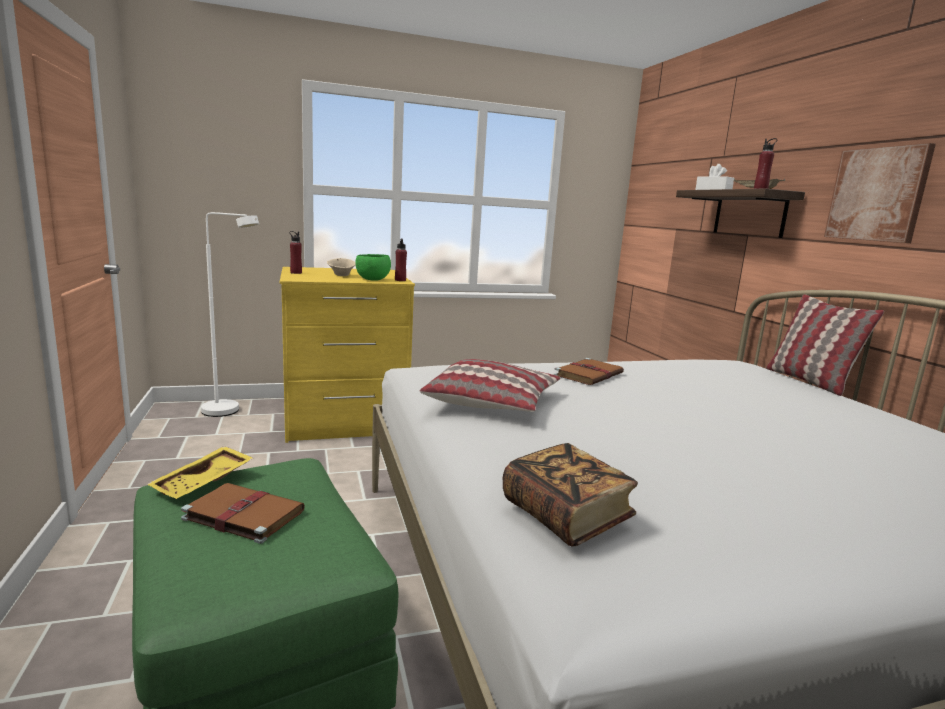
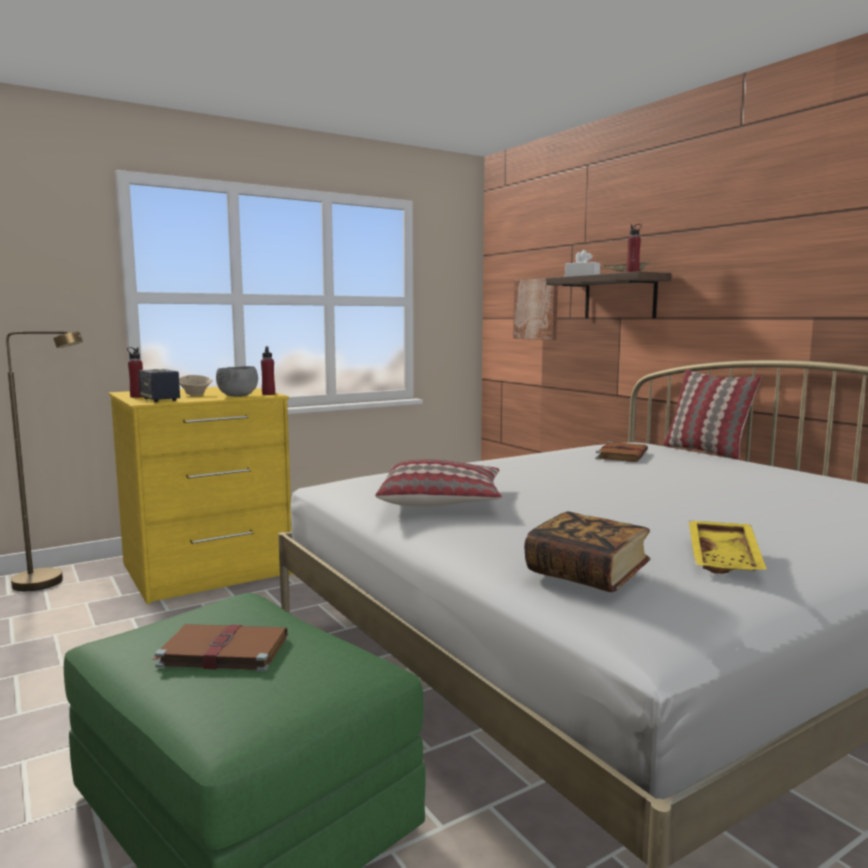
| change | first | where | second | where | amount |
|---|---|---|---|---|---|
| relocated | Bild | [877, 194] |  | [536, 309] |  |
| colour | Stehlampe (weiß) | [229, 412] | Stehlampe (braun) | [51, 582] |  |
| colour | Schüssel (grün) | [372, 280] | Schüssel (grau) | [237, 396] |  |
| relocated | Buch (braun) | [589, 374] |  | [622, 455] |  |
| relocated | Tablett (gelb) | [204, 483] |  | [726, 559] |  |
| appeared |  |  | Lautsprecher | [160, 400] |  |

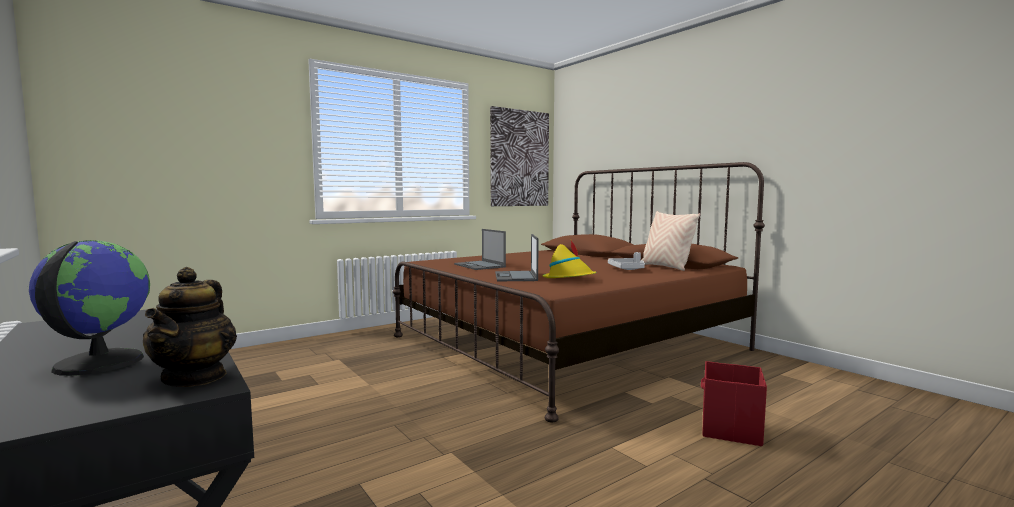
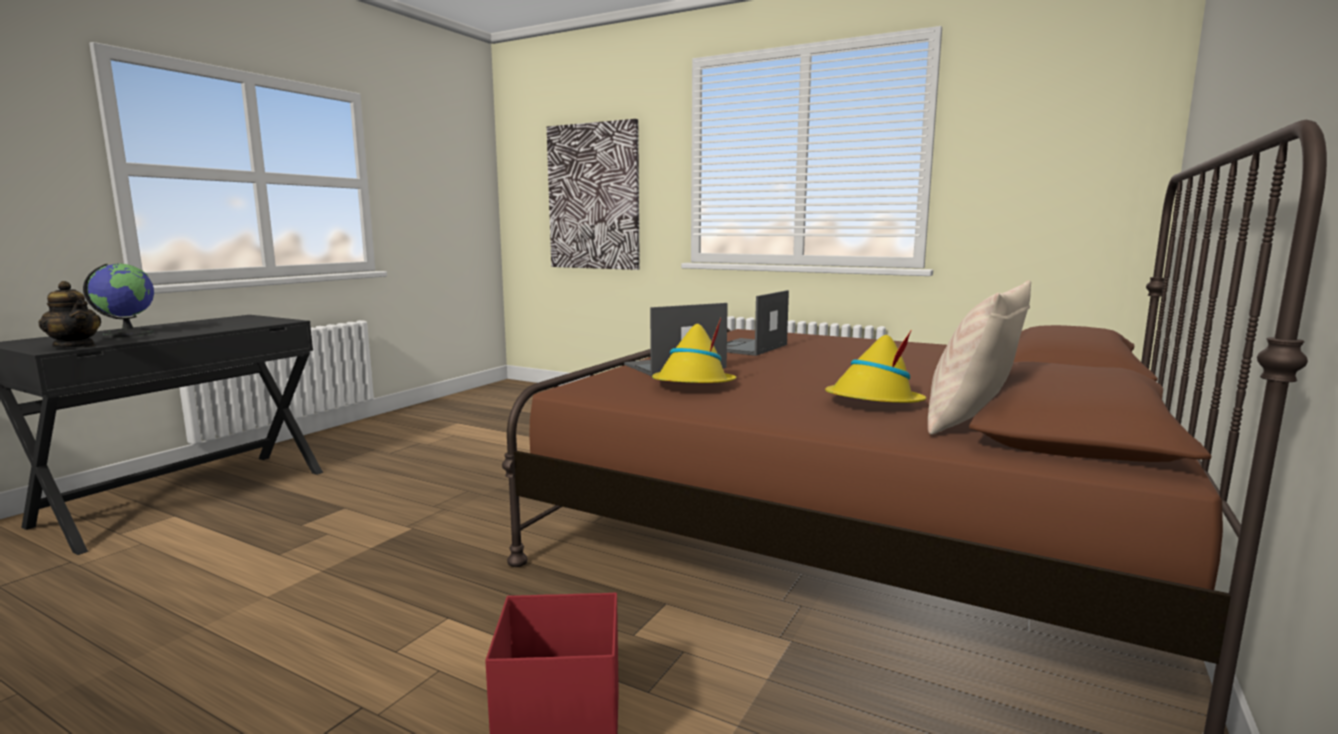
| change | first | where | second | where | amount |
|---|---|---|---|---|---|
| relocated | Bild | [519, 158] |  | [594, 197] |  |
| exchanged | Tablett (grau) | [627, 269] | Hut (gelb) | [873, 402] |  |
| spun | Teekanne | [195, 377] |  | [75, 346] | 120 degrees counterclockwise |

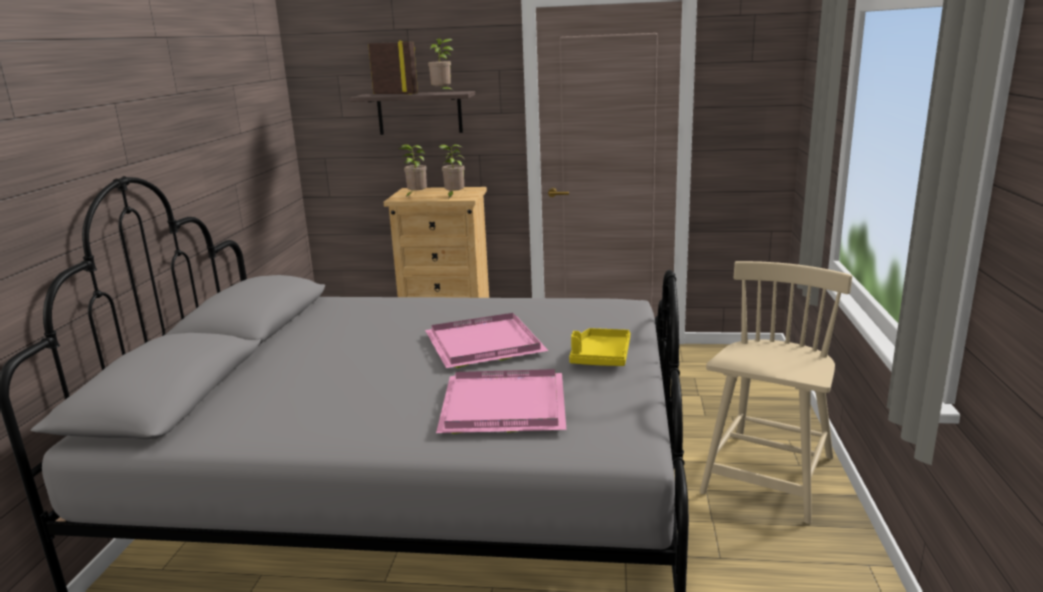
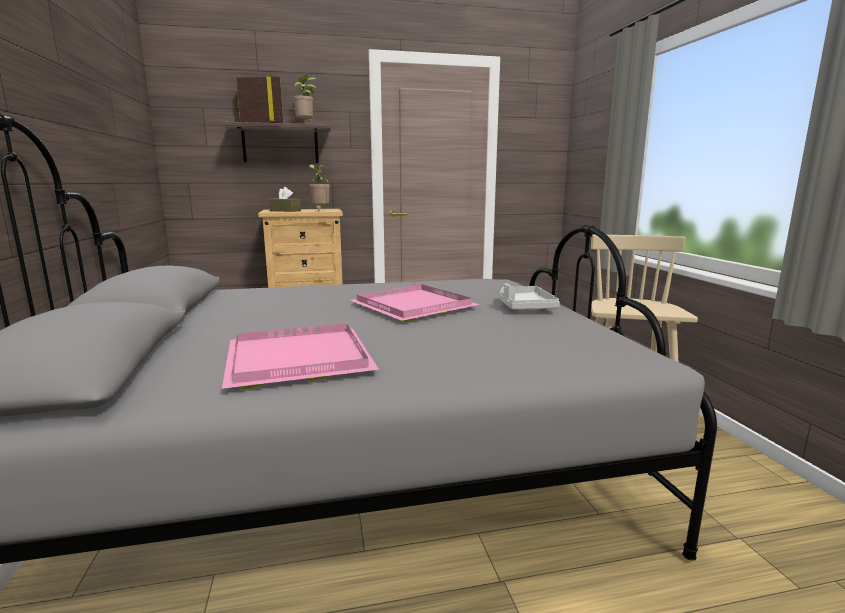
| change | first | where | second | where | amount |
|---|---|---|---|---|---|
| exchanged | Topfpflanze | [416, 196] | Taschentuchbox (braun) | [285, 211] |  |
| colour | Tablett (gelb) | [600, 357] | Tablett (grau) | [524, 307] |  |
| relocated | Tablett (rosa) | [506, 405] |  | [301, 358] |  |

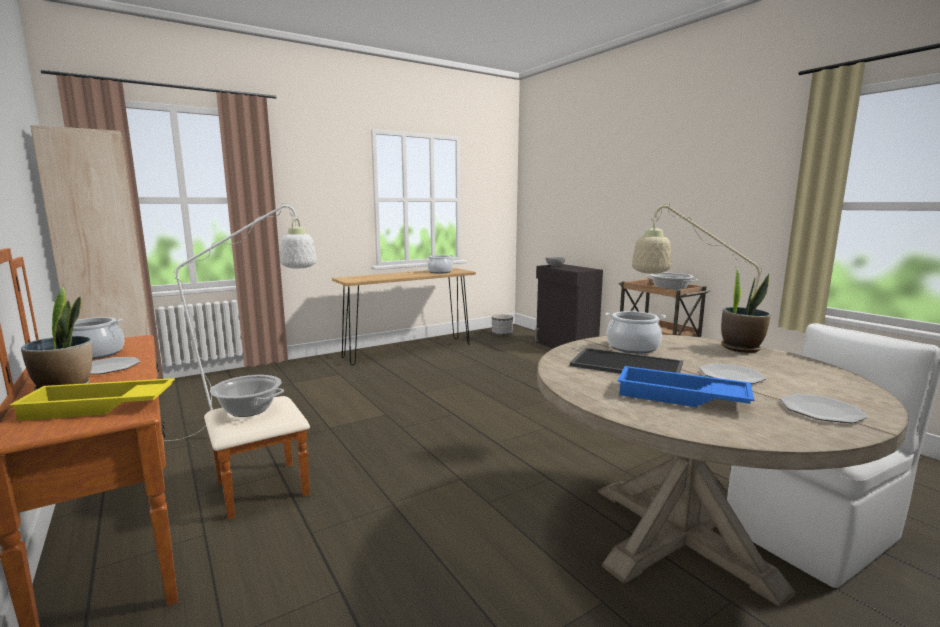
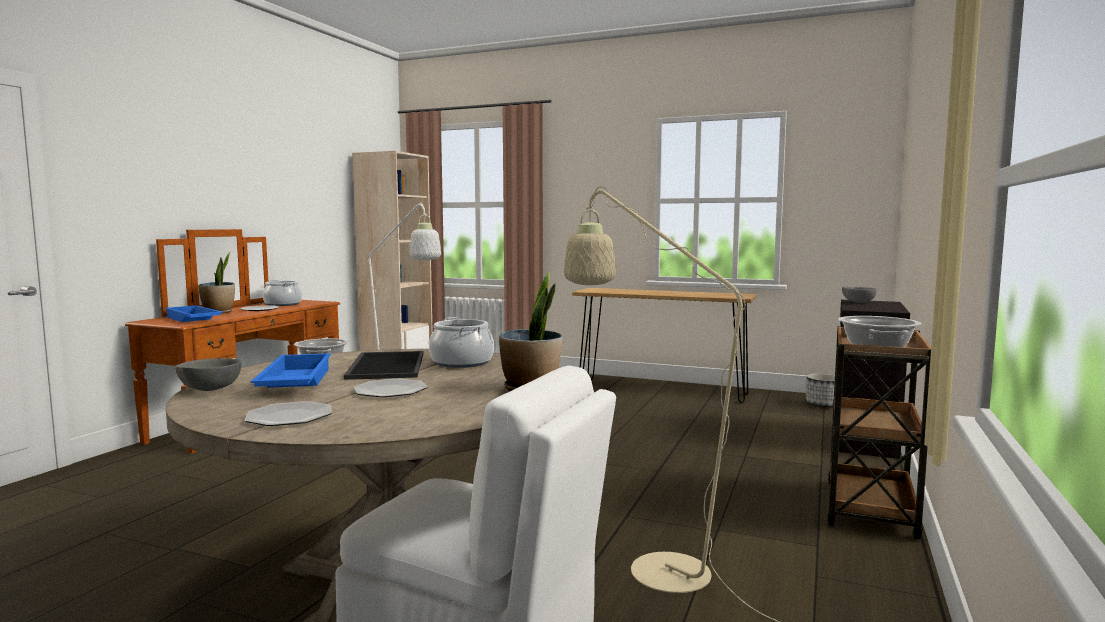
| change | first | where | second | where | amount |
|---|---|---|---|---|---|
| missing | Kochtopf | [440, 272] |  |  |  |
| colour | Tablett (gelb) | [97, 407] | Tablett (blau) | [192, 319] |  |
| appeared |  |  | Schüssel (grau) | [208, 390] |  |

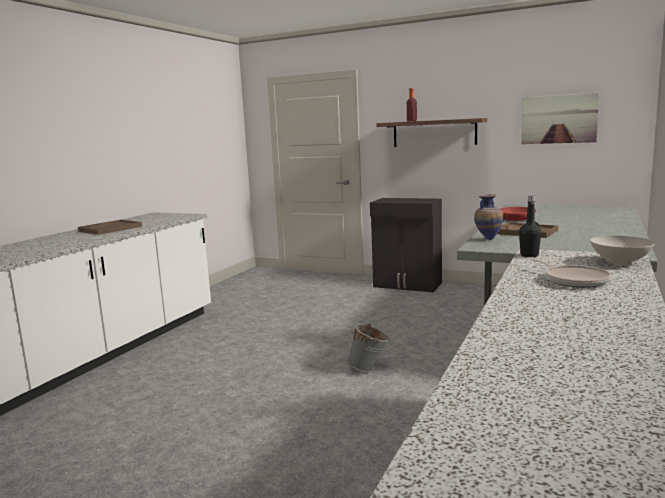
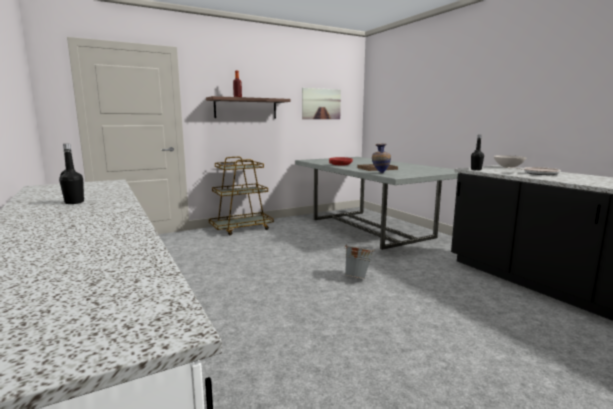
| change | first | where | second | where | amount |
|---|---|---|---|---|---|
| exchanged | Schrank (schwarz) | [407, 285] | Rollwagen (braun) | [241, 228] |  |
| exchanged | Tablett (braun) | [110, 229] | Flasche (schwarz) | [74, 202] |  |

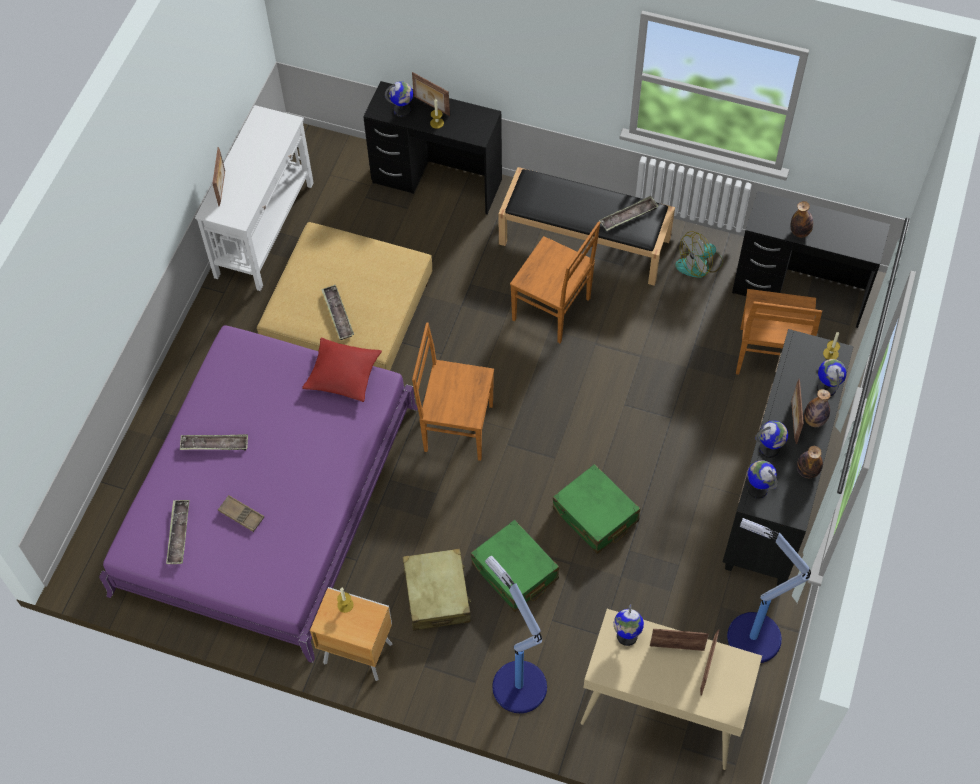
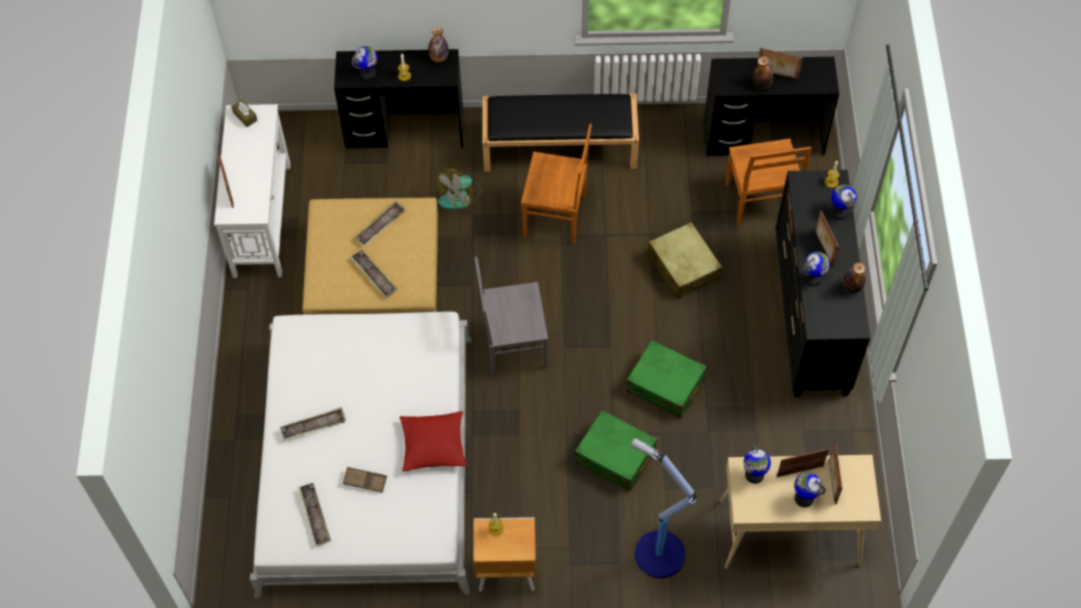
| change | first | where | second | where | amount |
|---|---|---|---|---|---|
| relocated | Bilderrahmen | [431, 106] |  | [777, 75] |  |
| relocated | Tablett | [628, 216] |  | [381, 226] |  |
| relocated | Ventilator | [699, 264] |  | [460, 196] |  |
| colour | Stuhl (braun) | [456, 427] | Stuhl (grau) | [512, 346] |  |
| colour | Bett (lila) | [267, 498] | Bett (weiß) | [367, 462] |  |
| relocated | Kissen (rot) | [343, 374] |  | [433, 445] |  |
| relocated | Flasche | [814, 420] |  | [439, 58] |  |
| relocated | Globus | [757, 489] |  | [804, 498] |  |
| missing | Stehlampe | [751, 637] |  |  |  |
| relocated | Koffer (beige) | [437, 594] |  | [683, 266] |  |
| appeared |  |  | Taschentuchbox (braun) | [245, 116] |  |

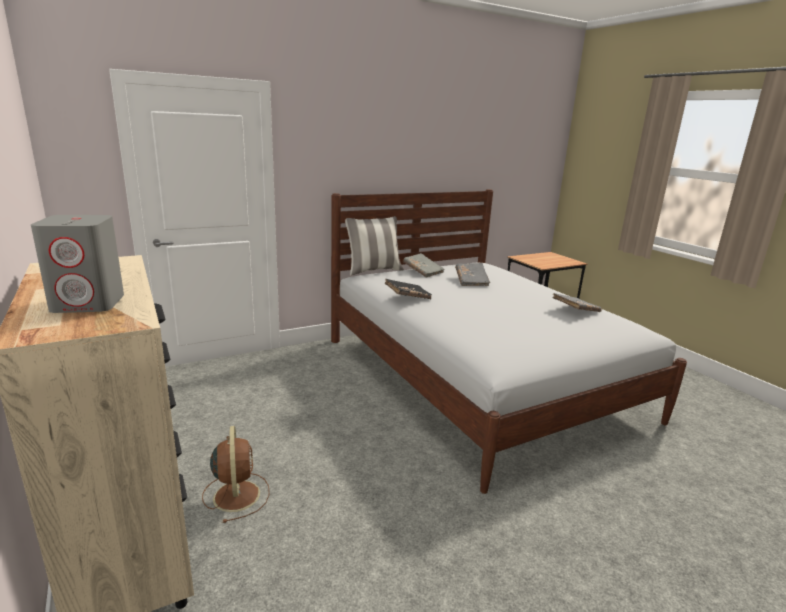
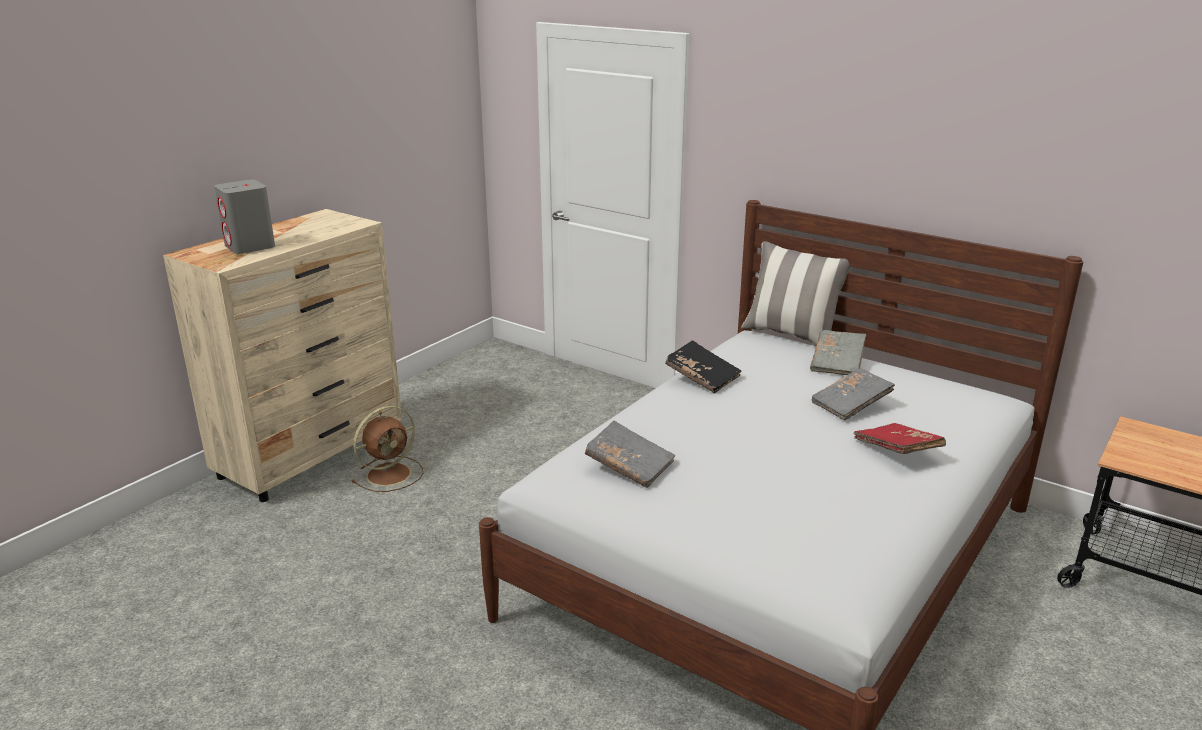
| change | first | where | second | where | amount |
|---|---|---|---|---|---|
| relocated | Buch (grau) | [575, 310] |  | [629, 466] |  |
| appeared |  |  | Buch (rot) | [897, 450] |  |

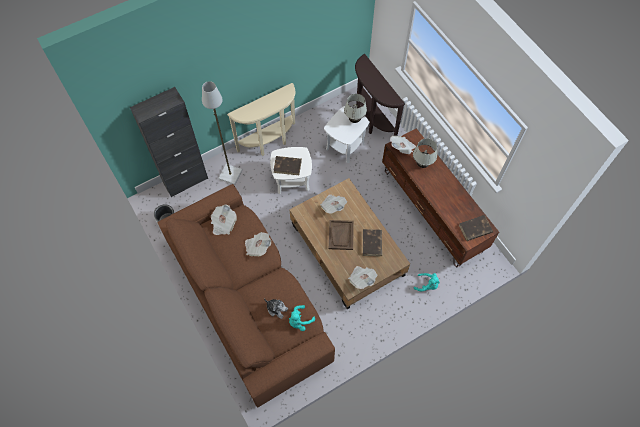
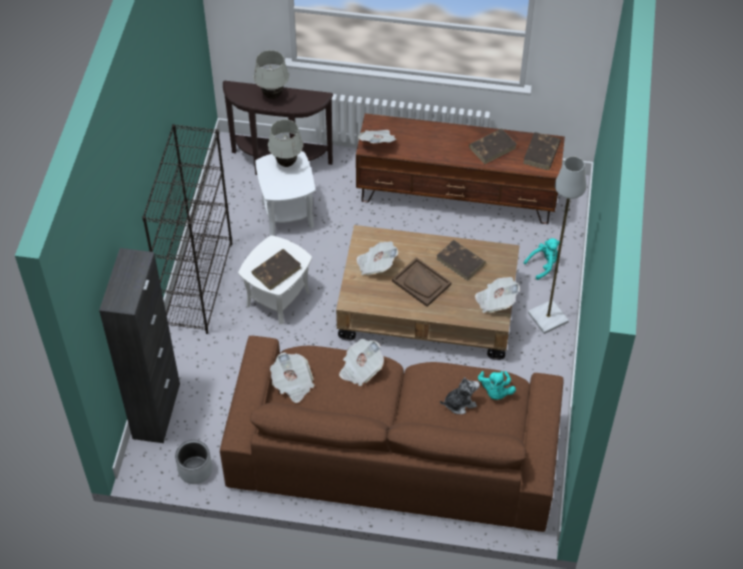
| change | first | where | second | where | amount |
|---|---|---|---|---|---|
| relocated | Stehlampe (grau) | [230, 175] |  | [548, 317] |  |
| exchanged | Konsolentisch (beige) | [270, 142] | Bücherregal (schwarz) | [199, 284] |  |
| relocated | Tischlampe (weiß) | [422, 164] |  | [273, 95] |  |
| appeared |  |  | Buch (braun) | [492, 147] |  |

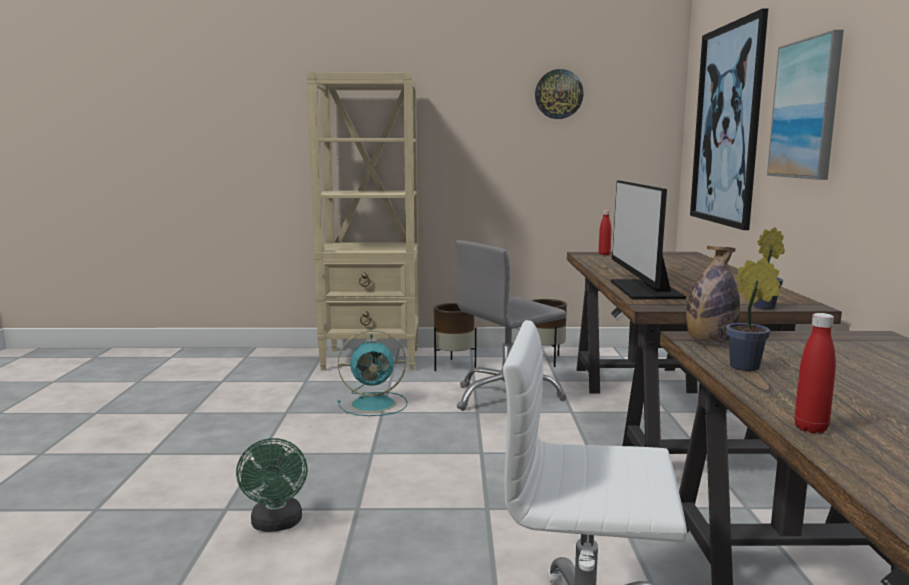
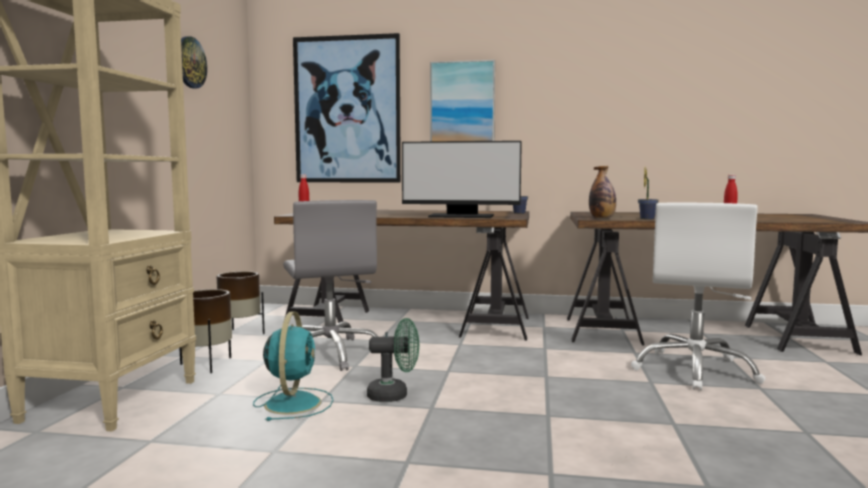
| change | first | where | second | where | amount |
|---|---|---|---|---|---|
| relocated | Ventilator (grün) | [276, 524] |  | [394, 395] |  |

